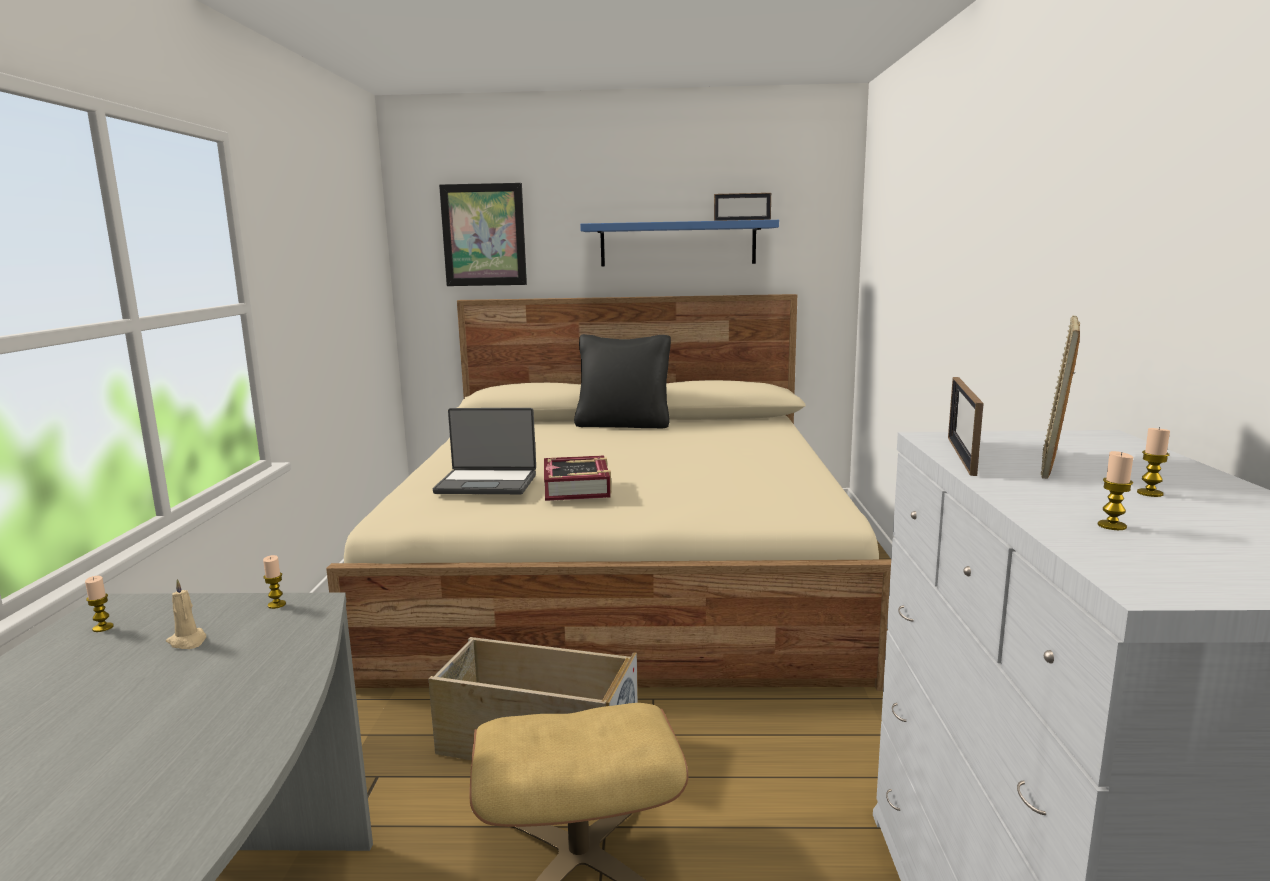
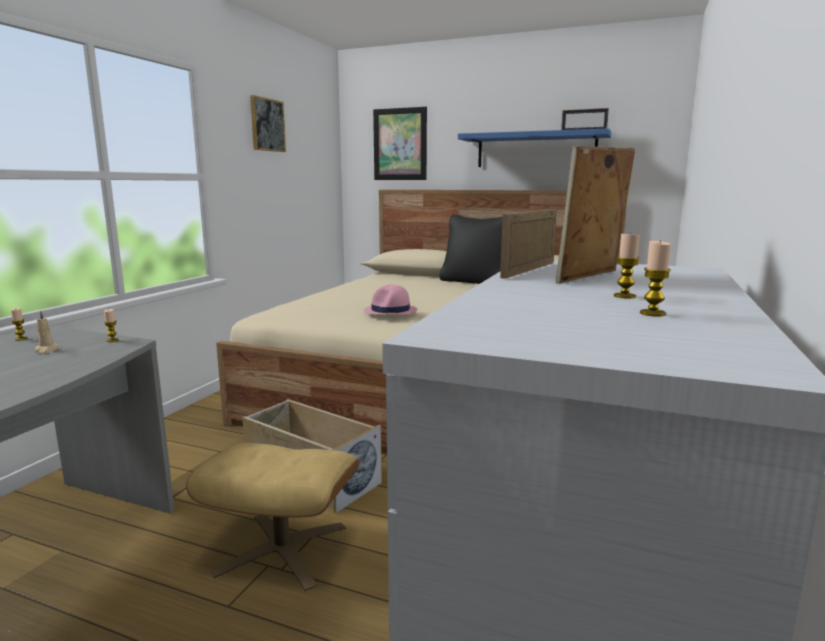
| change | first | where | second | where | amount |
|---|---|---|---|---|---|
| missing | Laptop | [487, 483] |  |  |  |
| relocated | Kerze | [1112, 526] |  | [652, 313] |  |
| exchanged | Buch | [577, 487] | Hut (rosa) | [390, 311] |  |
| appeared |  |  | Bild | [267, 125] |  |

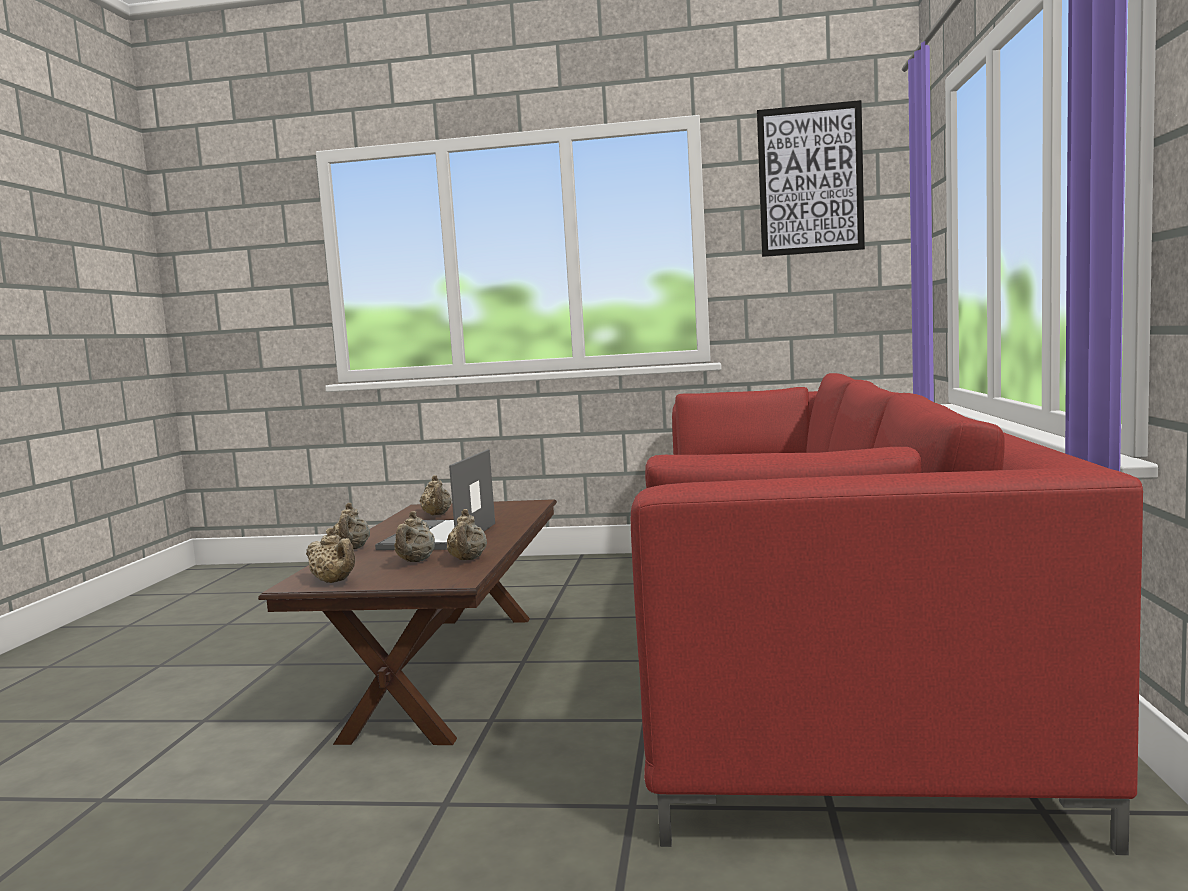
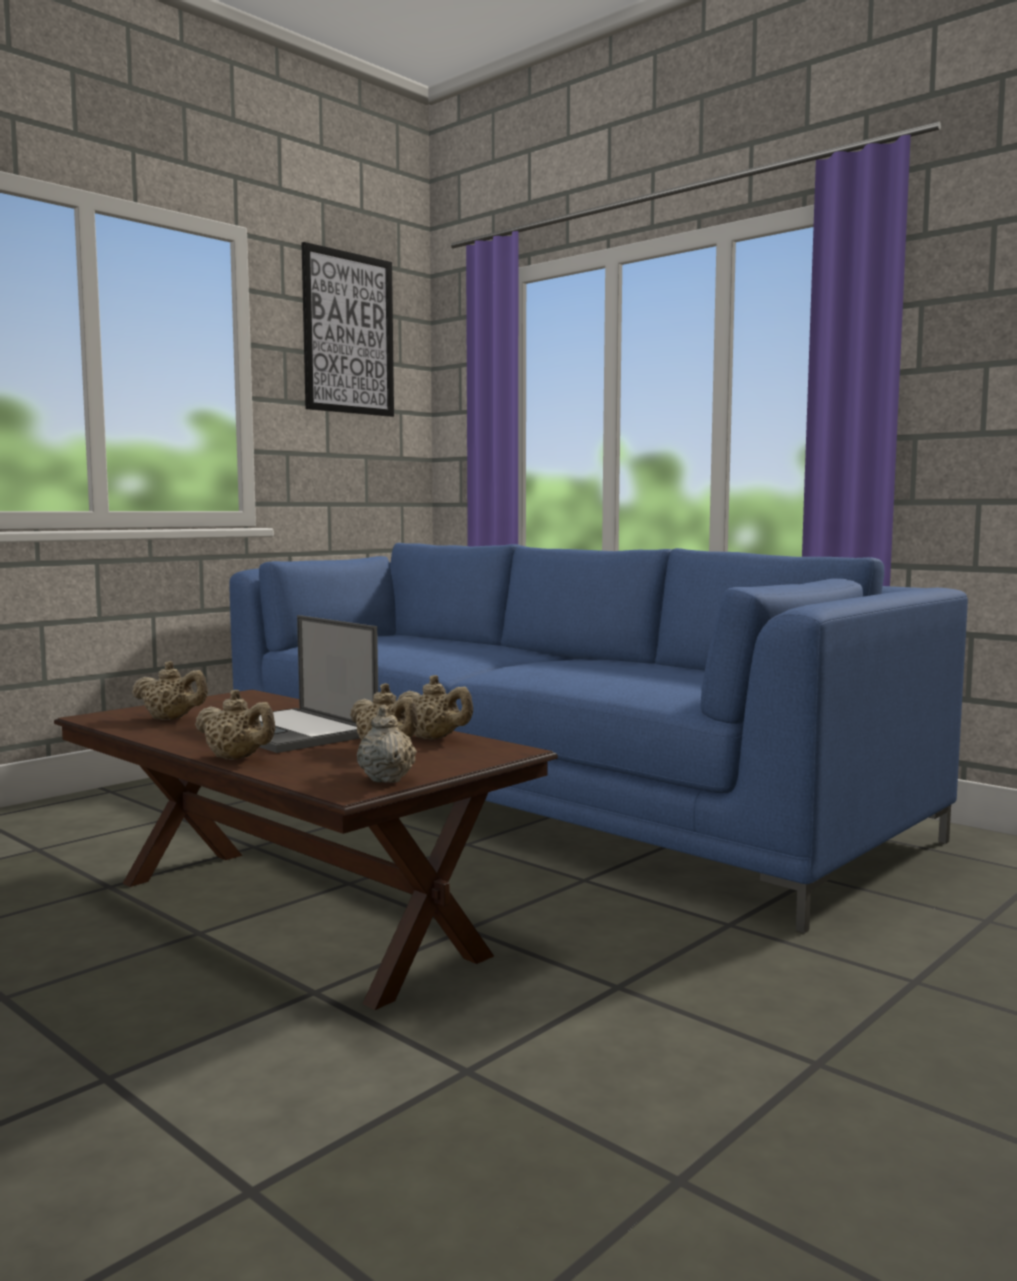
| change | first | where | second | where | amount |
|---|---|---|---|---|---|
| colour | Sofa (rot) | [812, 643] | Sofa (blau) | [547, 799] |  |
| spun | Teekanne (beige) | [334, 582] |  | [386, 779] | 90 degrees counterclockwise |

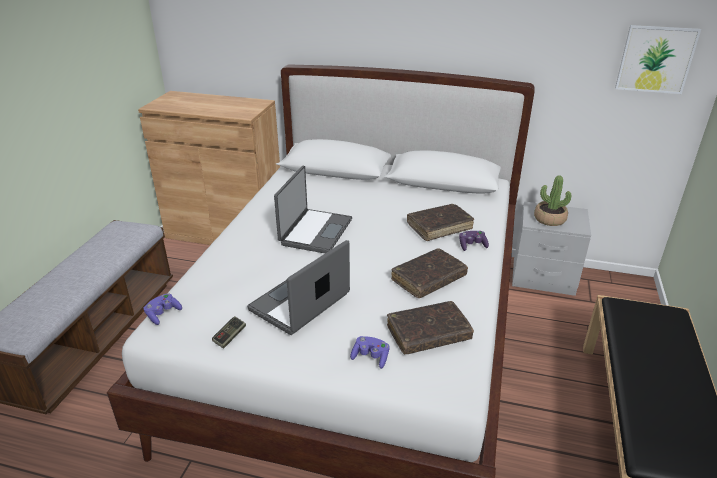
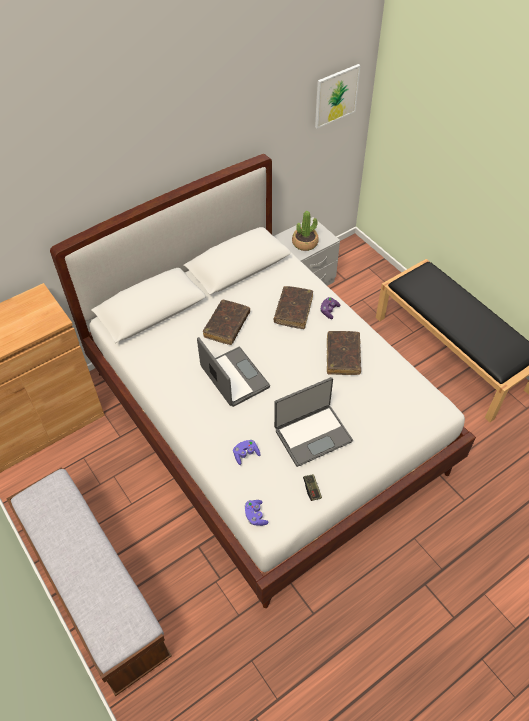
| change | first | where | second | where | amount |
|---|---|---|---|---|---|
| spun | Laptop | [301, 303] |  | [312, 434] | 105 degrees counterclockwise |
| relocated | Buch (braun) | [428, 334] |  | [227, 326] |  |
| relocated | Gamepad (lila) | [370, 357] |  | [246, 454] |  |

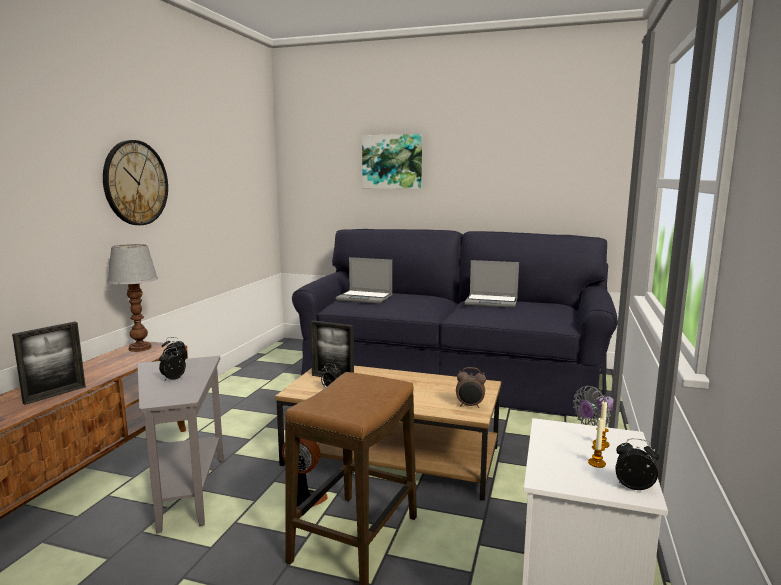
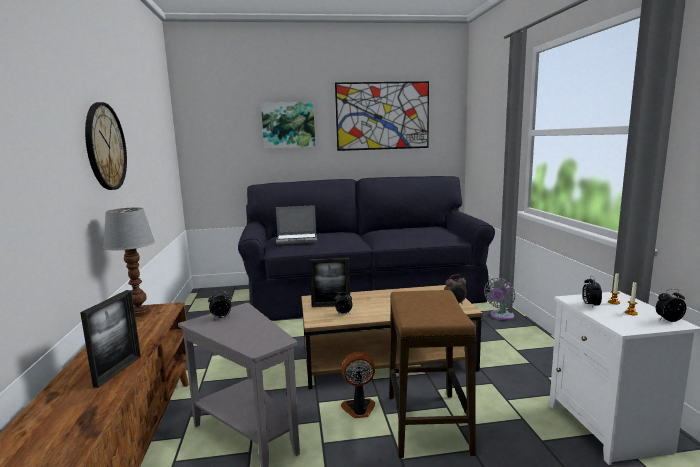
| change | first | where | second | where | amount |
|---|---|---|---|---|---|
| missing | Laptop | [492, 302] |  |  |  |
| relocated | Wecker | [173, 378] |  | [590, 305] |  |
| appeared |  |  | Bild | [382, 116] |  |

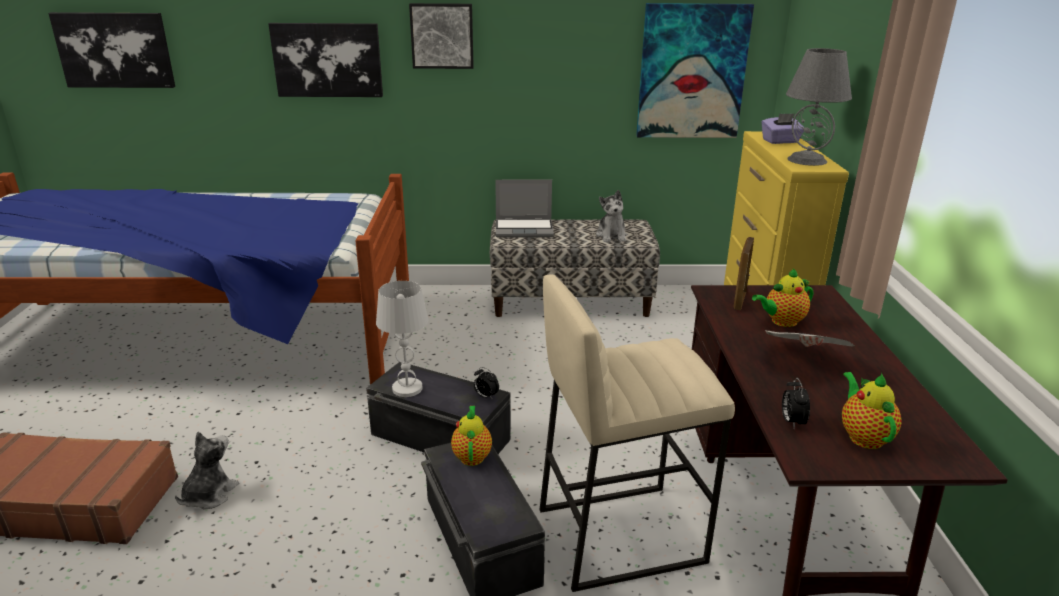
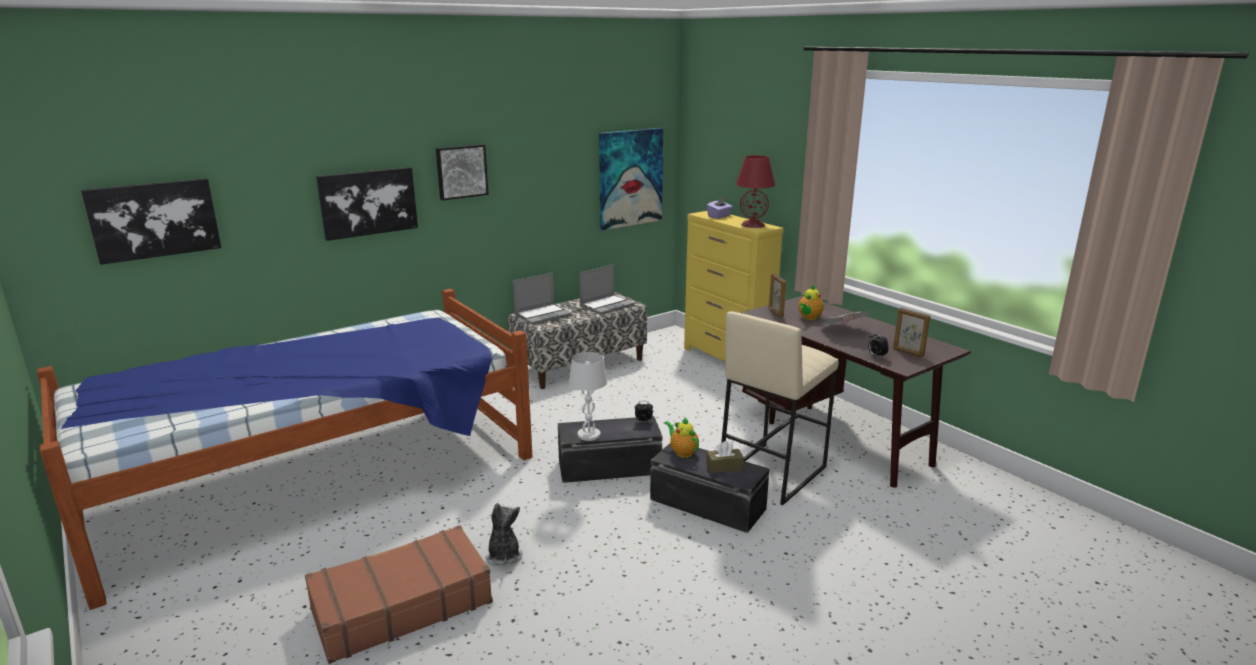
| change | first | where | second | where | amount |
|---|---|---|---|---|---|
| colour | Tischlampe (grau) | [806, 160] | Tischlampe (rot) | [752, 225] |  |
| exchanged | Plüschtier | [611, 236] | Laptop | [607, 305] |  |
| exchanged | Teekanne | [863, 436] | Bilderrahmen | [908, 352] |  |
| appeared |  |  | Taschentuchbox (braun) | [724, 467] |  |

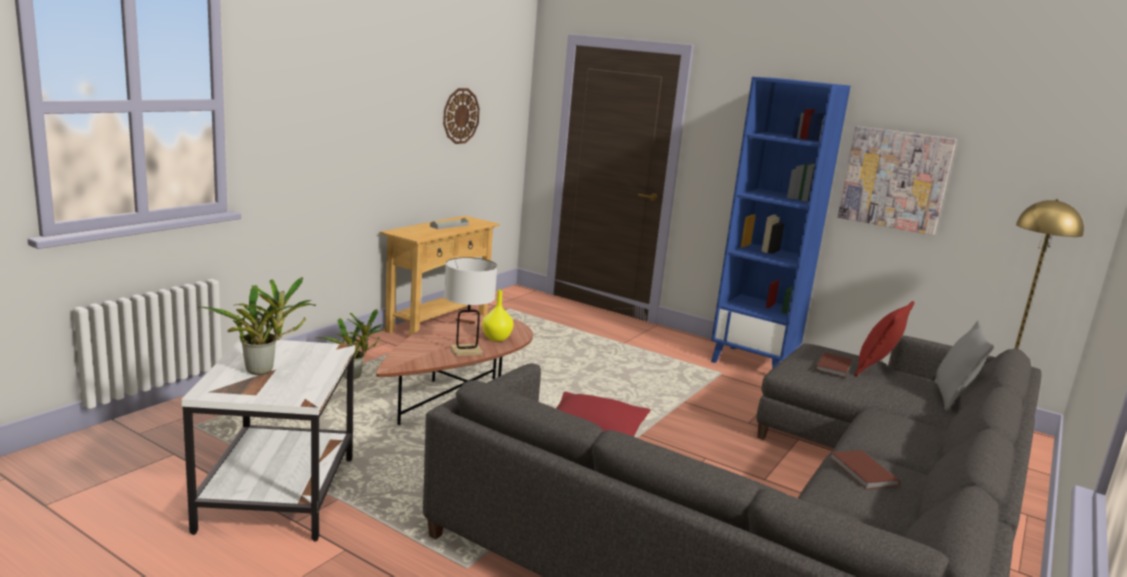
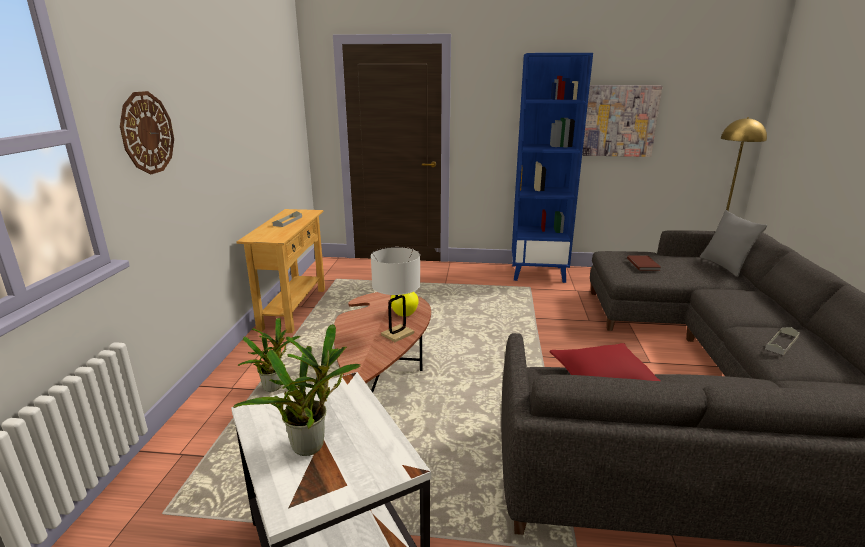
| change | first | where | second | where | amount |
|---|---|---|---|---|---|
| relocated | Wanduhr | [460, 116] |  | [147, 133] |  |
| missing | Kissen (rot) | [876, 369] |  |  |  |
| exchanged | Buch (braun) | [862, 472] | Tablett (grau) | [782, 343] |  |

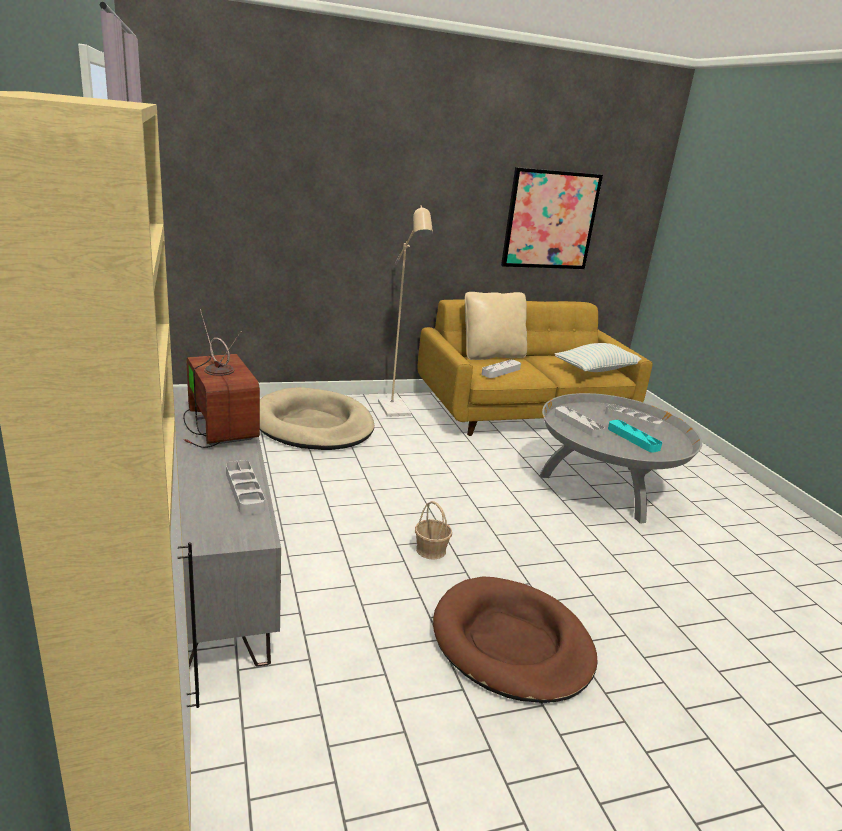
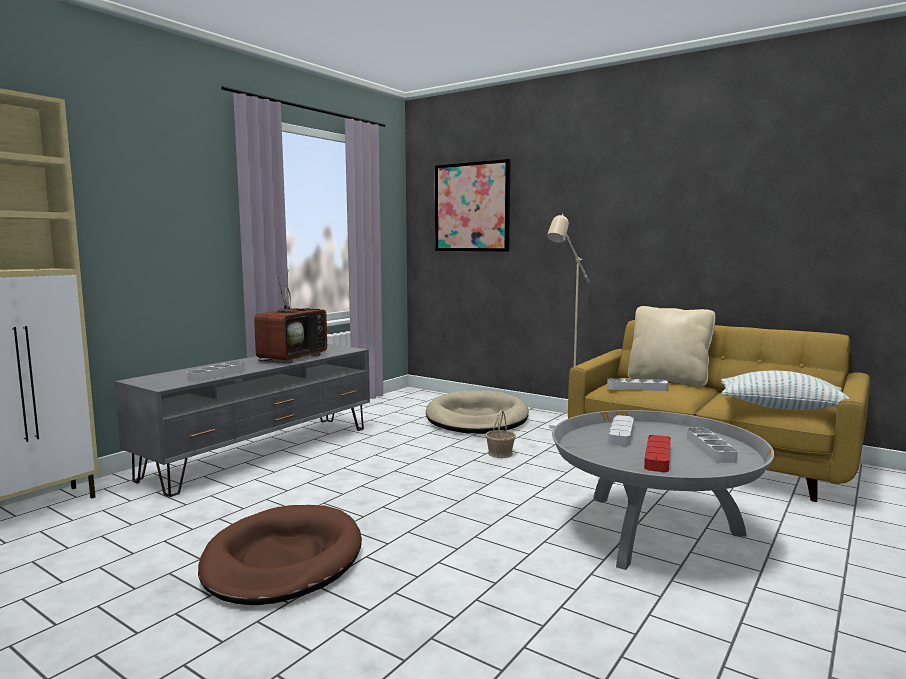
| change | first | where | second | where | amount |
|---|---|---|---|---|---|
| relocated | Bild | [550, 220] |  | [472, 207] |  |
| colour | Tablett (türkis) | [633, 439] | Tablett (rot) | [657, 457] |  |
| relocated | Korb | [431, 550] |  | [500, 453] |  |

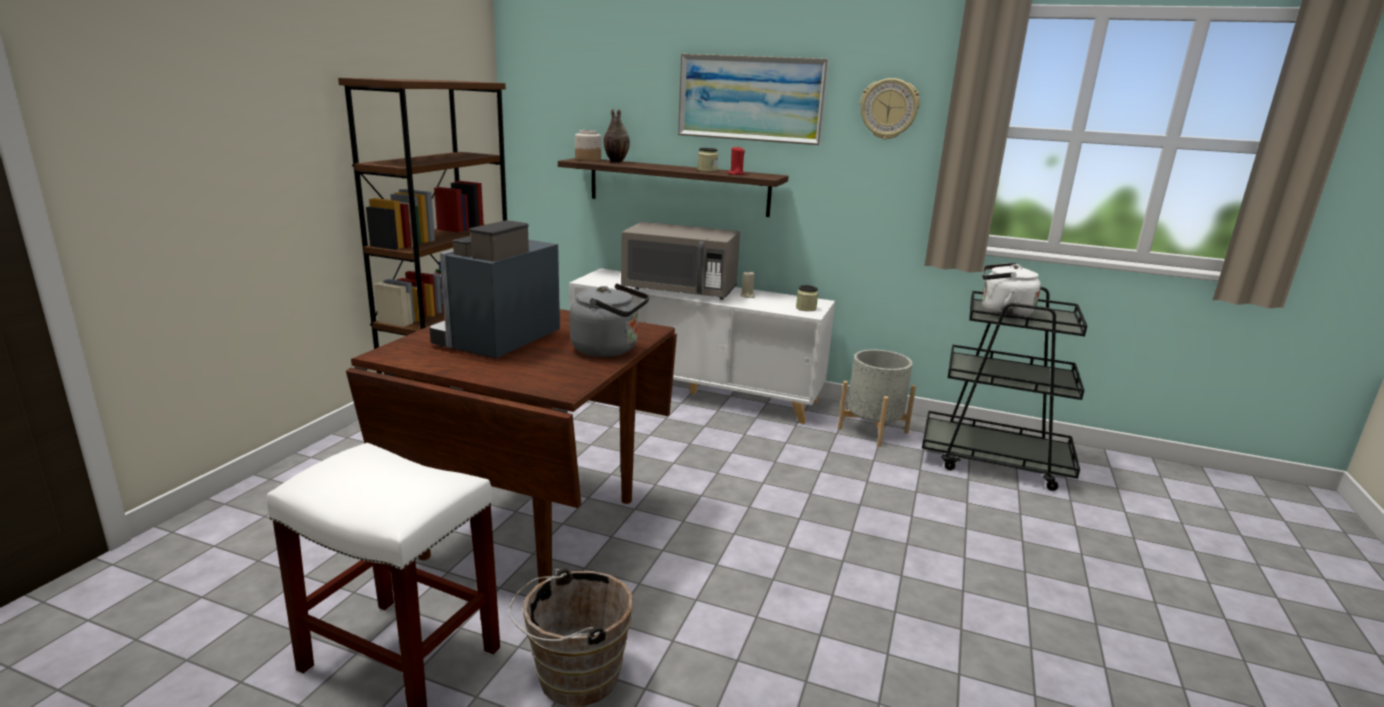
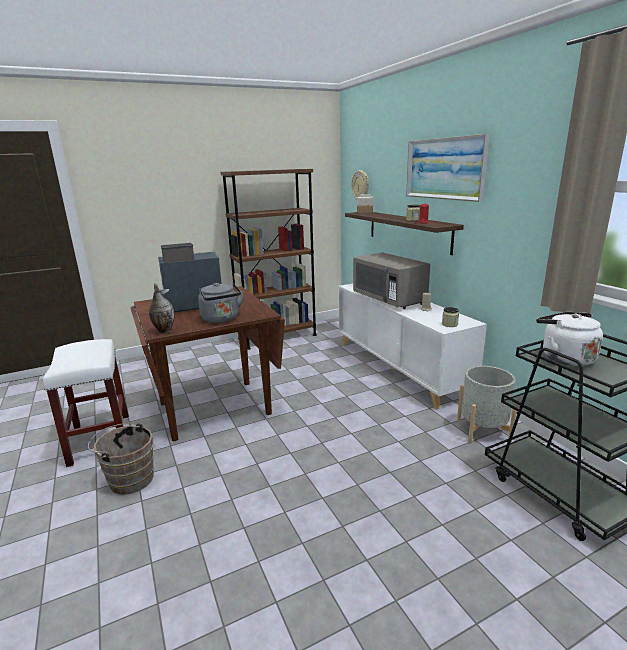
| change | first | where | second | where | amount |
|---|---|---|---|---|---|
| relocated | Wanduhr | [889, 109] |  | [360, 186] |  |
| relocated | Vase | [615, 162] |  | [164, 331] |  |

